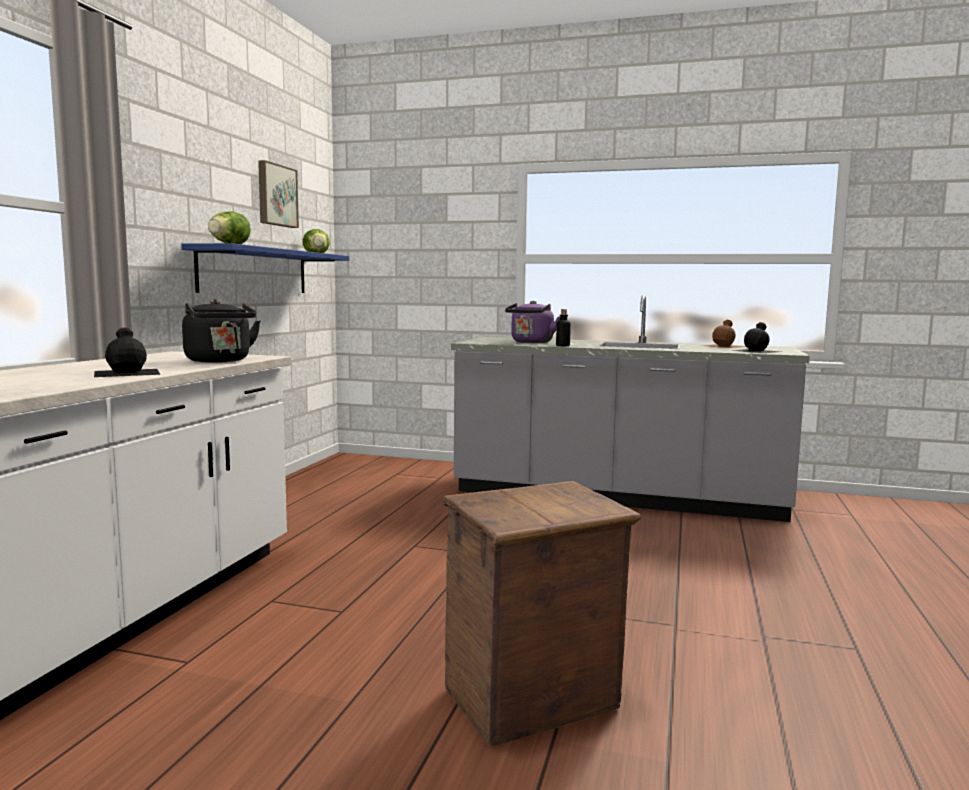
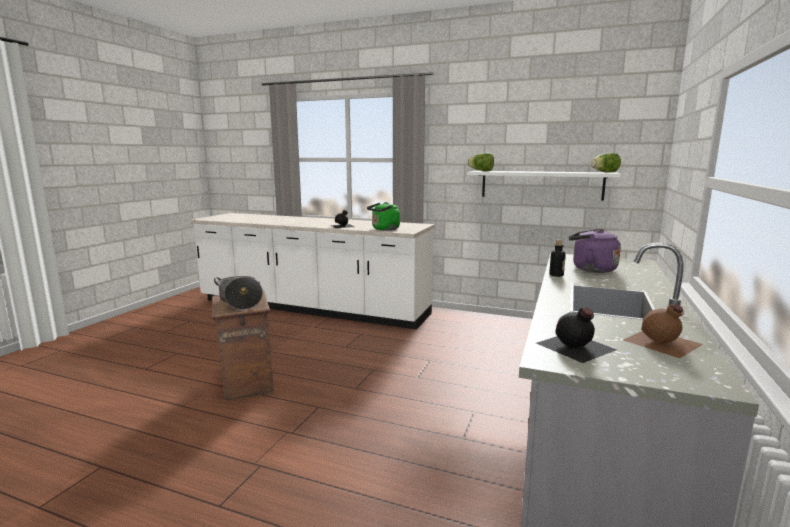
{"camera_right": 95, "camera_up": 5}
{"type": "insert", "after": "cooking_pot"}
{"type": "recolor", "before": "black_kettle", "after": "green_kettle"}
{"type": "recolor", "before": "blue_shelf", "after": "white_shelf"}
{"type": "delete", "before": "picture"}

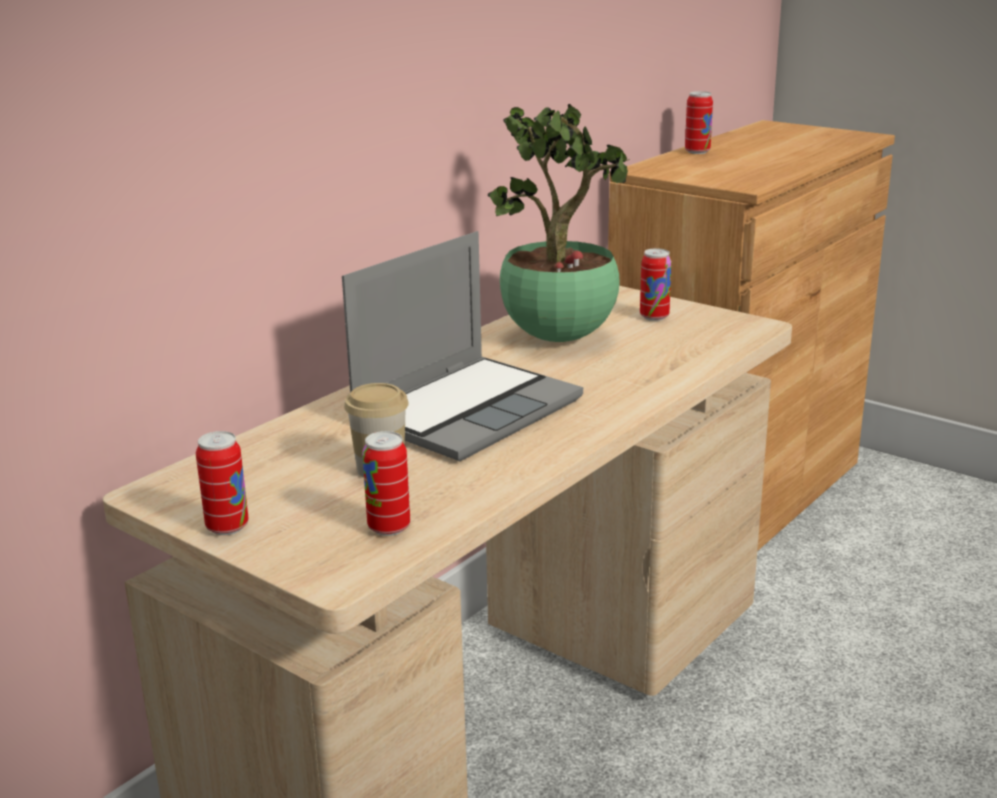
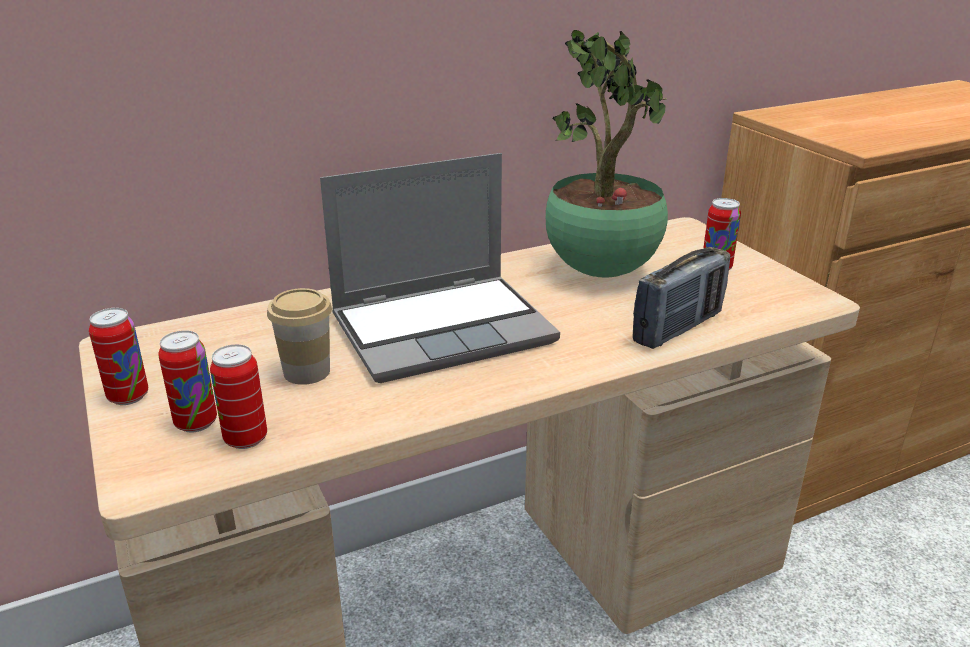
{"camera_right": 25, "camera_up": 5}
{"type": "move", "before": "can (4th from left in the first image)", "after": "can (2nd from left)"}
{"type": "insert", "after": "radio"}

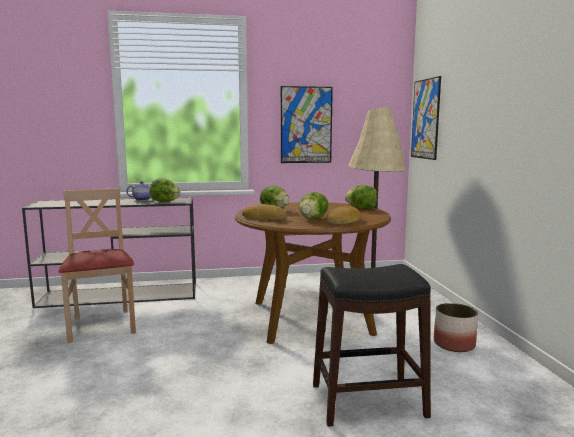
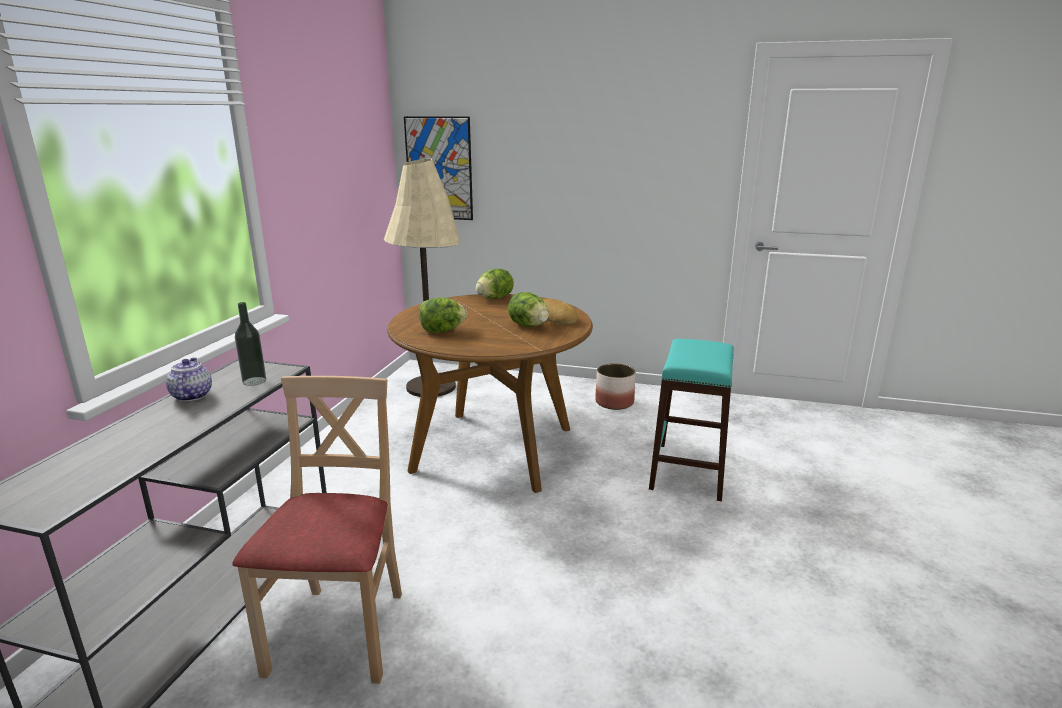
{"camera_right": -65, "camera_up": 10}
{"type": "rotate", "before": "beige_chair", "turn": 90}
{"type": "replace", "before": "lettuce (1st from left)", "after": "bottle"}
{"type": "recolor", "before": "black_stool", "after": "turquoise_stool"}
{"type": "delete", "before": "bread (1st from left)"}
{"type": "delete", "before": "picture (1st from left)"}

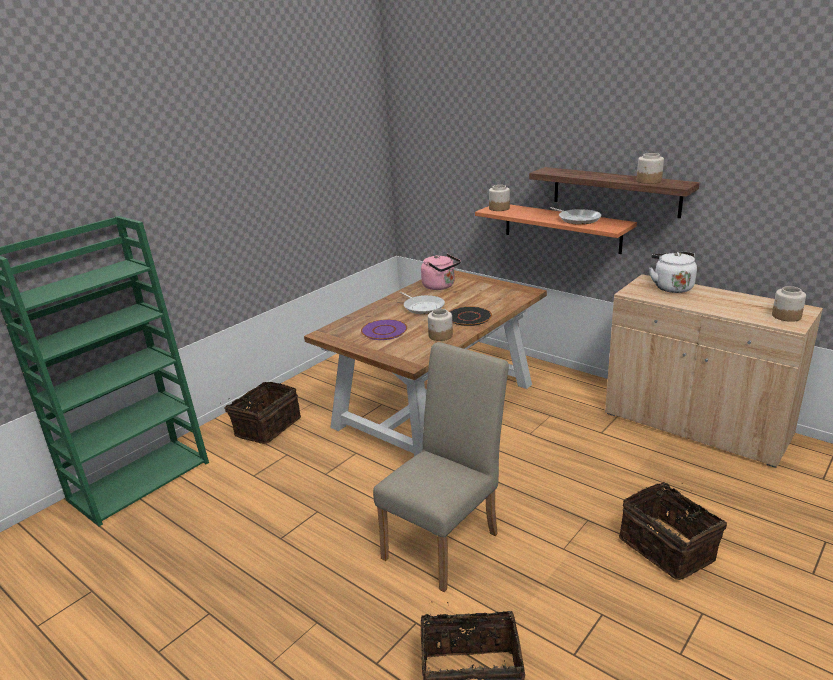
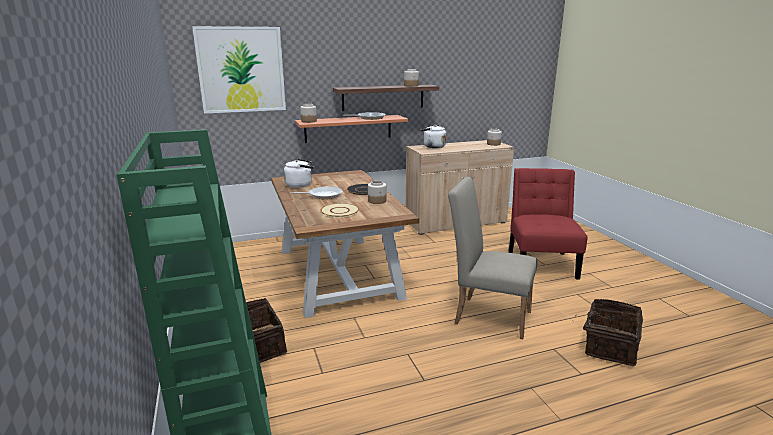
{"camera_right": -60, "camera_up": -5}
{"type": "insert", "after": "picture"}
{"type": "recolor", "before": "pink_kettle", "after": "white_kettle (1st from left)"}
{"type": "recolor", "before": "purple_plate", "after": "beige_plate"}
{"type": "rotate", "before": "beige_chair", "turn": -45}
{"type": "replace", "before": "basket (3rd from left)", "after": "red_chair"}

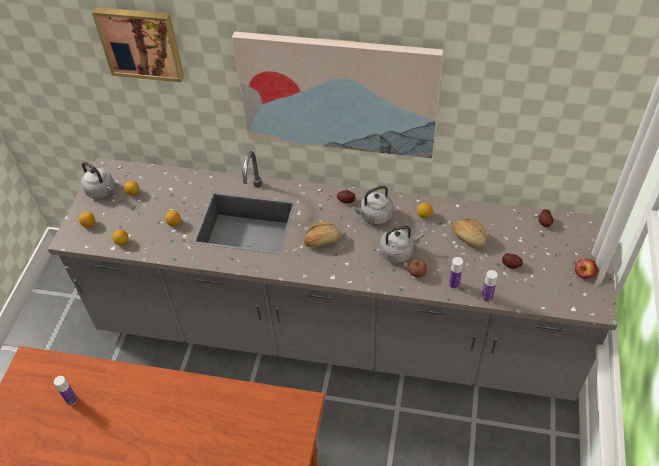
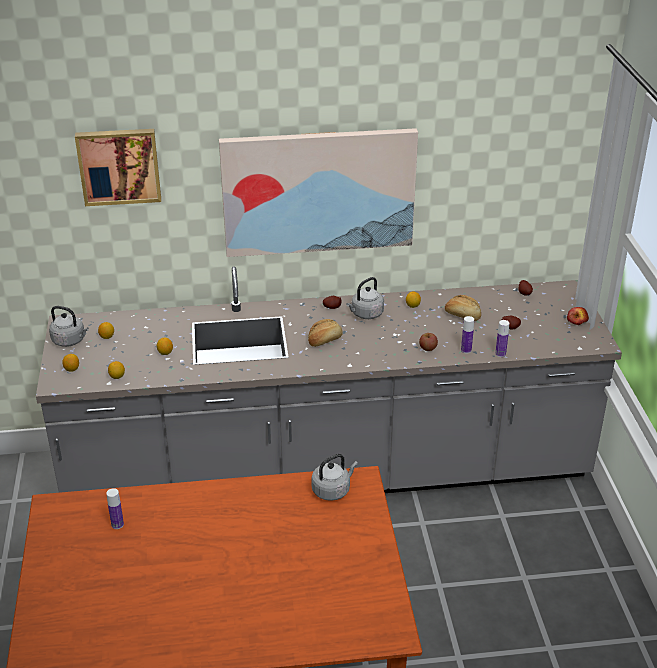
{"camera_right": -20, "camera_up": -15}
{"type": "move", "before": "grey_kettle (3rd from left in the first image)", "after": "grey_kettle (2nd from left)"}

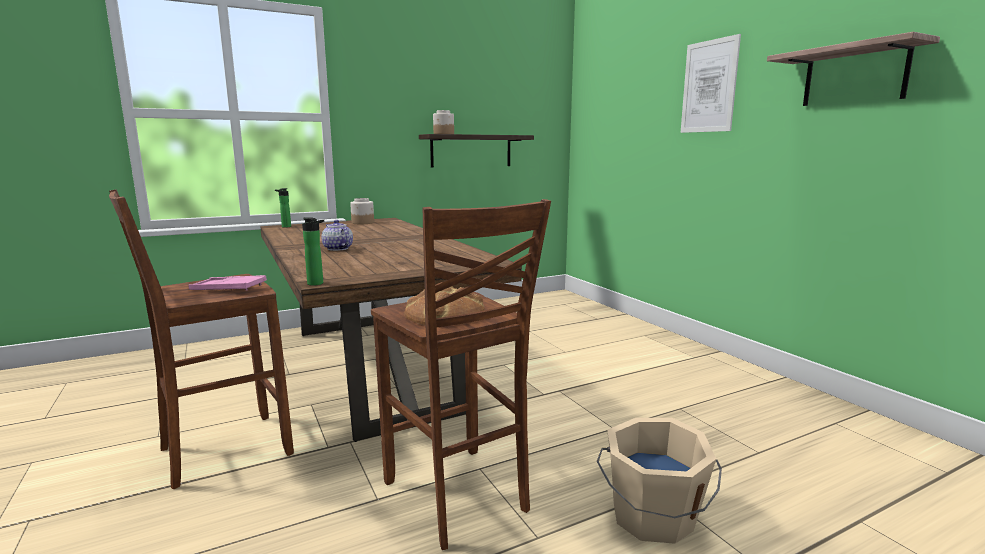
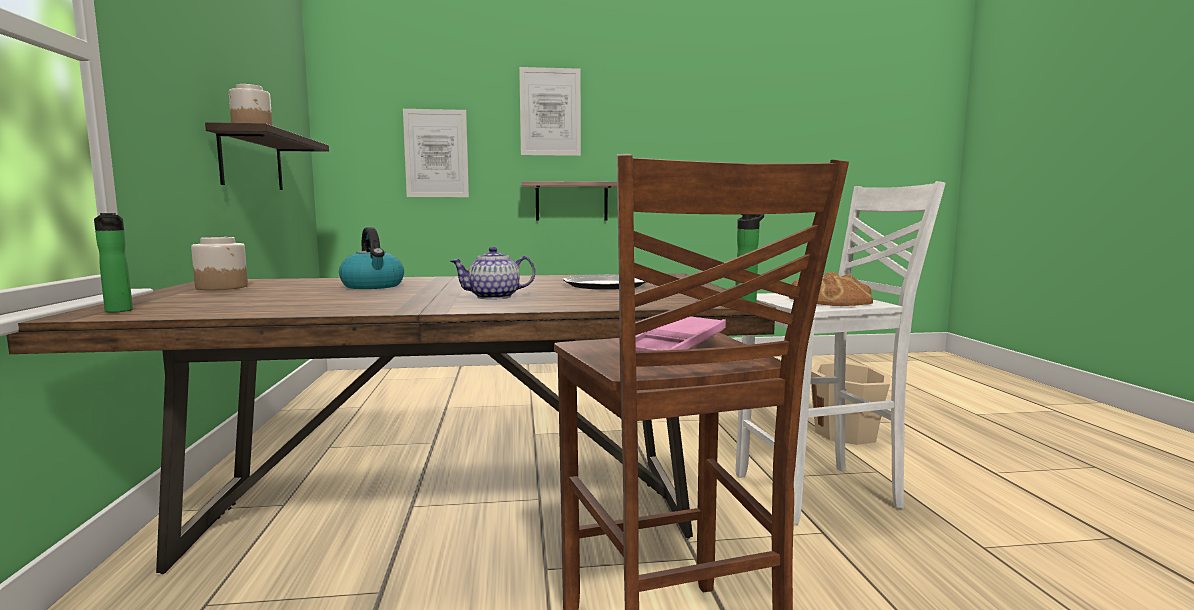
{"camera_right": -70, "camera_up": -5}
{"type": "insert", "after": "kettle"}
{"type": "insert", "after": "picture (1st from left)"}
{"type": "move", "before": "shelf (2nd from left)"}
{"type": "insert", "after": "plate"}
{"type": "recolor", "before": "brown_stool (2nd from left)", "after": "white_stool"}

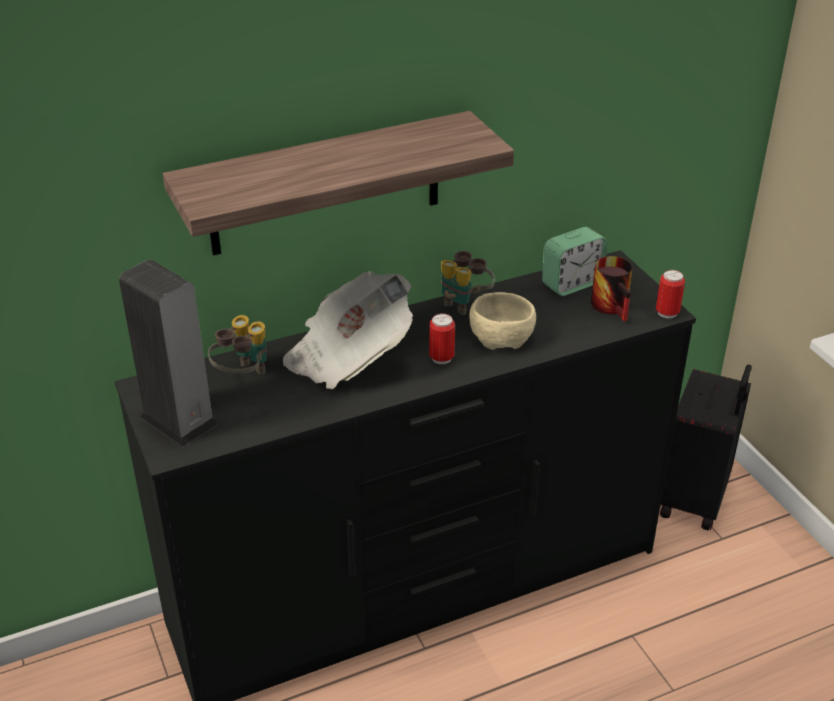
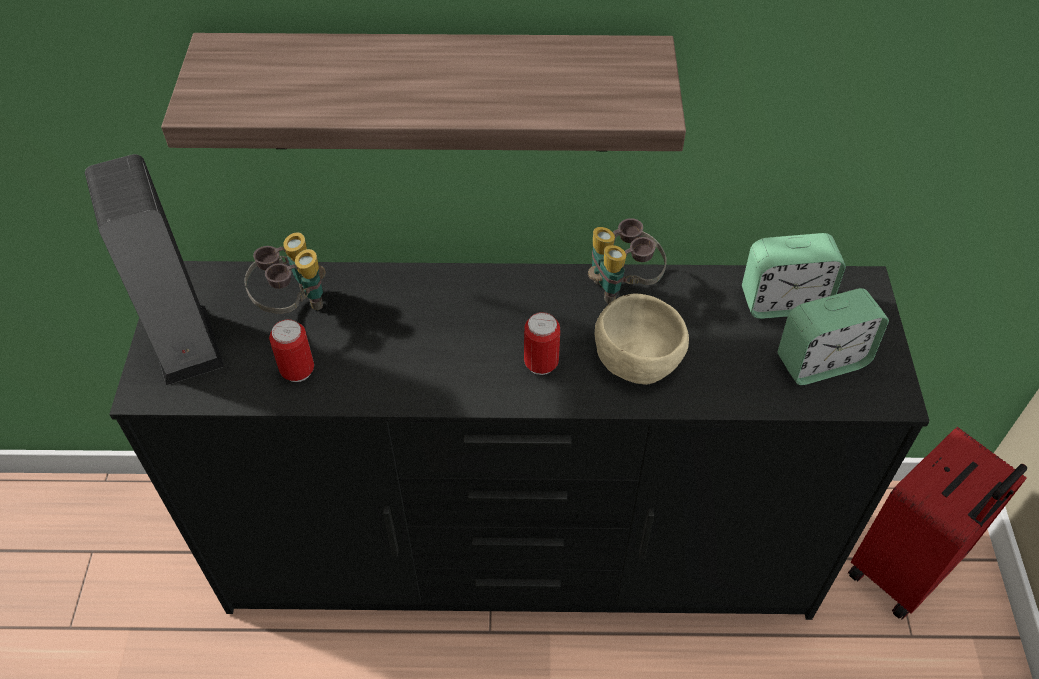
{"camera_right": 25, "camera_up": 15}
{"type": "move", "before": "can (2nd from left in the first image)", "after": "can (1st from left)"}
{"type": "replace", "before": "mug", "after": "alarm_clock (2nd from left)"}
{"type": "recolor", "before": "black_suitcase", "after": "red_suitcase"}
{"type": "delete", "before": "newspaper"}

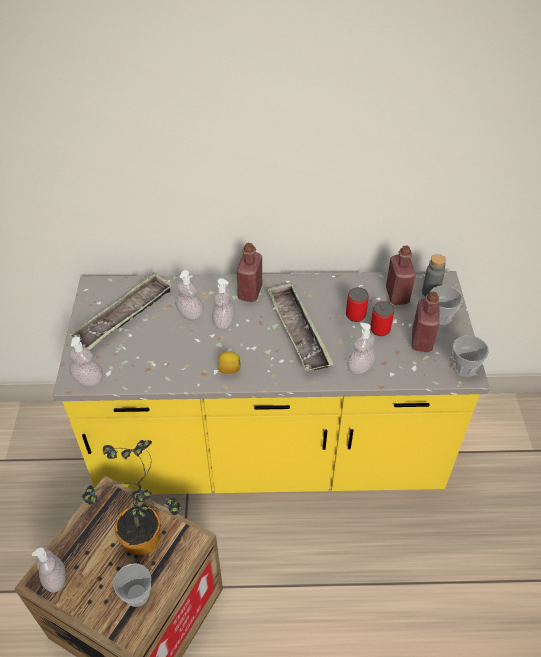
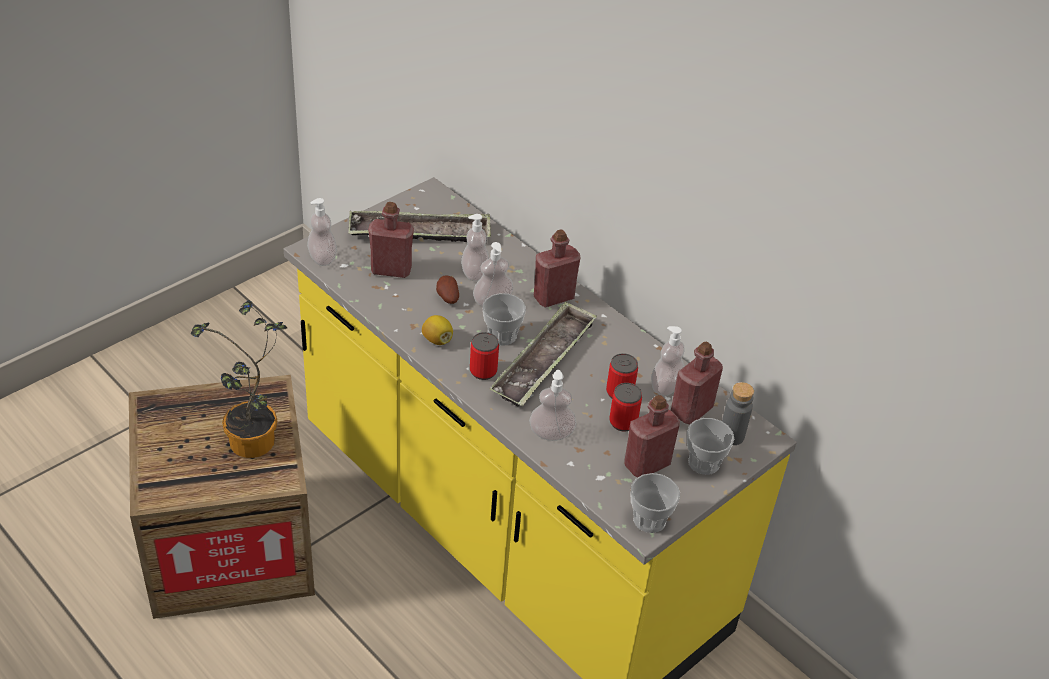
{"camera_right": 45, "camera_up": -5}
{"type": "insert", "after": "red_bottle (1st from left)"}
{"type": "insert", "after": "potato"}
{"type": "insert", "after": "can (1st from left)"}
{"type": "move", "before": "cup (1st from left)"}
{"type": "move", "before": "soap_dispenser (1st from left in the first image)", "after": "soap_dispenser (5th from left)"}

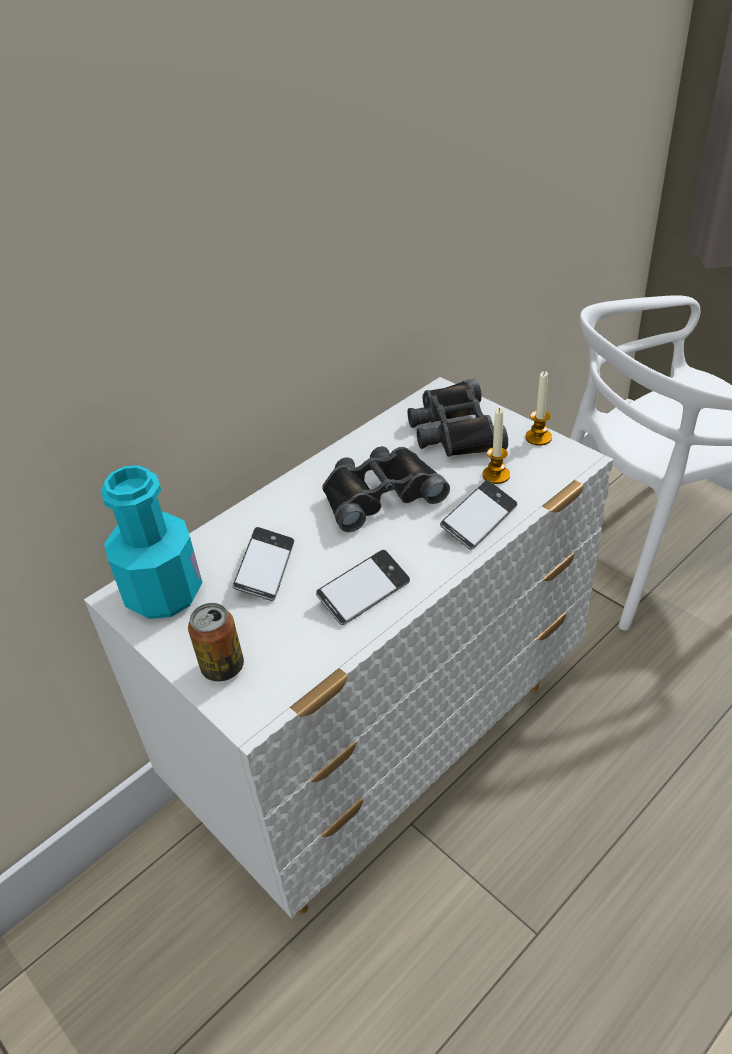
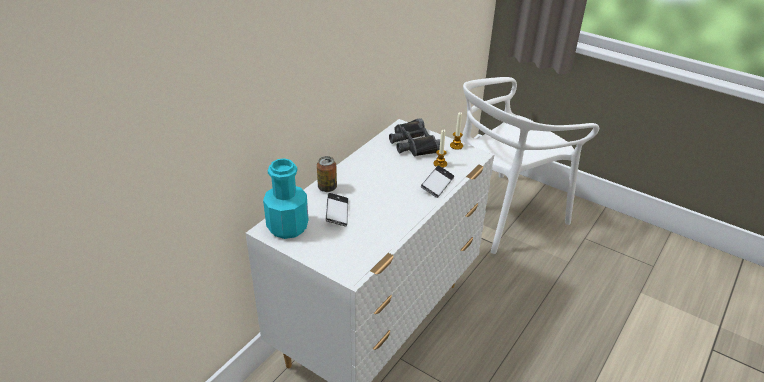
{"camera_right": -15, "camera_up": -5}
{"type": "move", "before": "can"}
{"type": "delete", "before": "phone (2nd from left)"}
{"type": "delete", "before": "black_binoculars (1st from left)"}

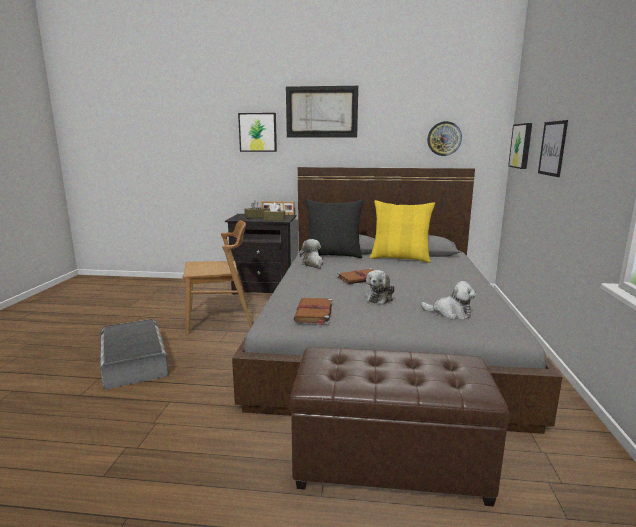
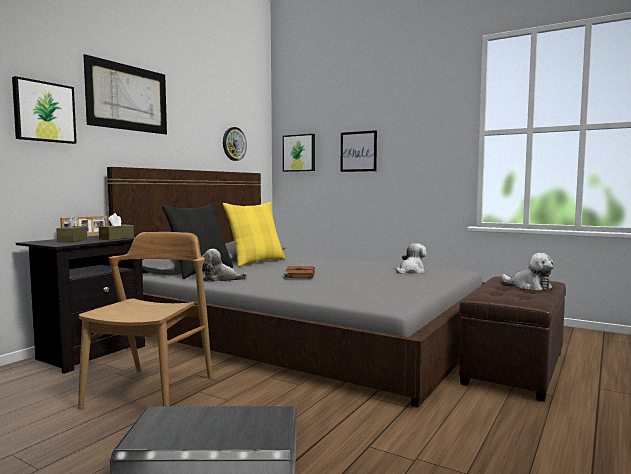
{"camera_right": -65, "camera_up": -10}
{"type": "move", "before": "plush_toy (2nd from left in the first image)", "after": "plush_toy (3rd from left)"}
{"type": "delete", "before": "brown_book (1st from left)"}

